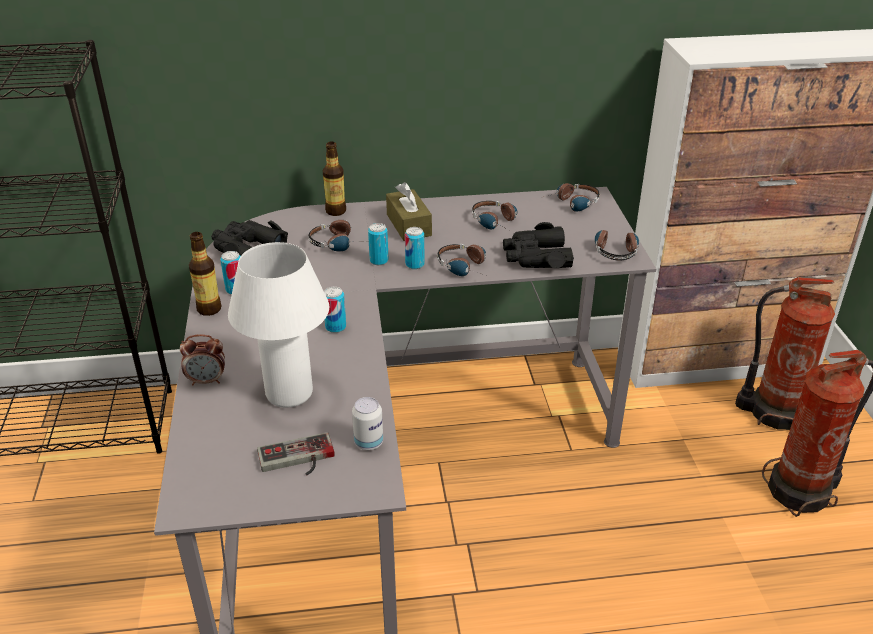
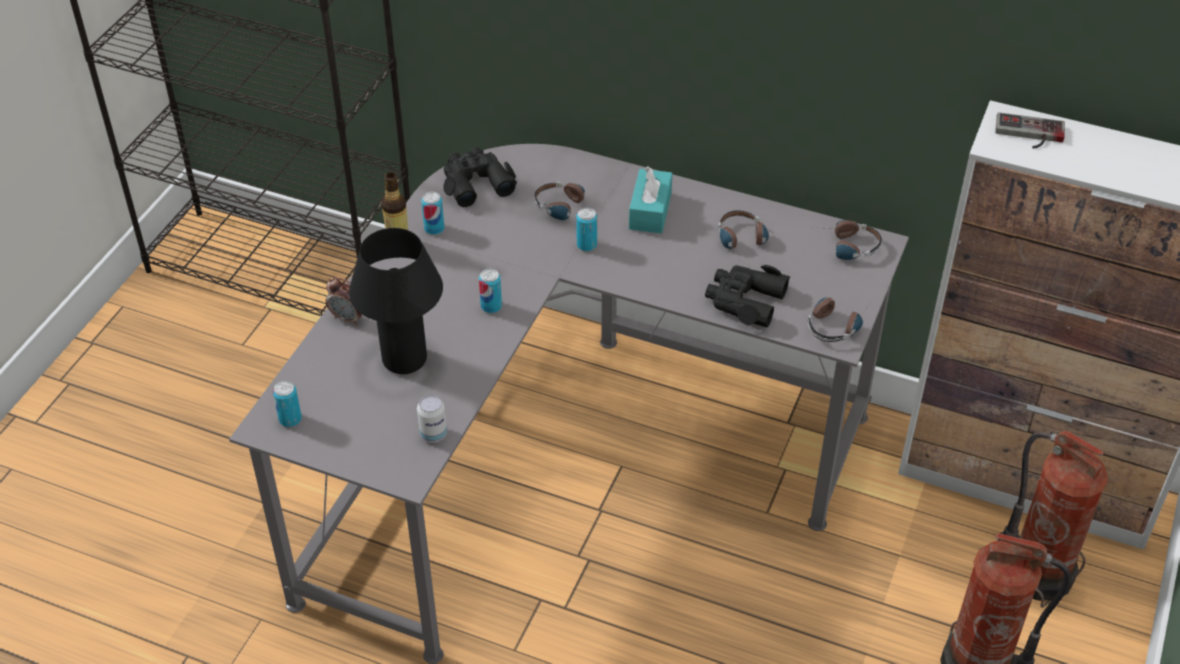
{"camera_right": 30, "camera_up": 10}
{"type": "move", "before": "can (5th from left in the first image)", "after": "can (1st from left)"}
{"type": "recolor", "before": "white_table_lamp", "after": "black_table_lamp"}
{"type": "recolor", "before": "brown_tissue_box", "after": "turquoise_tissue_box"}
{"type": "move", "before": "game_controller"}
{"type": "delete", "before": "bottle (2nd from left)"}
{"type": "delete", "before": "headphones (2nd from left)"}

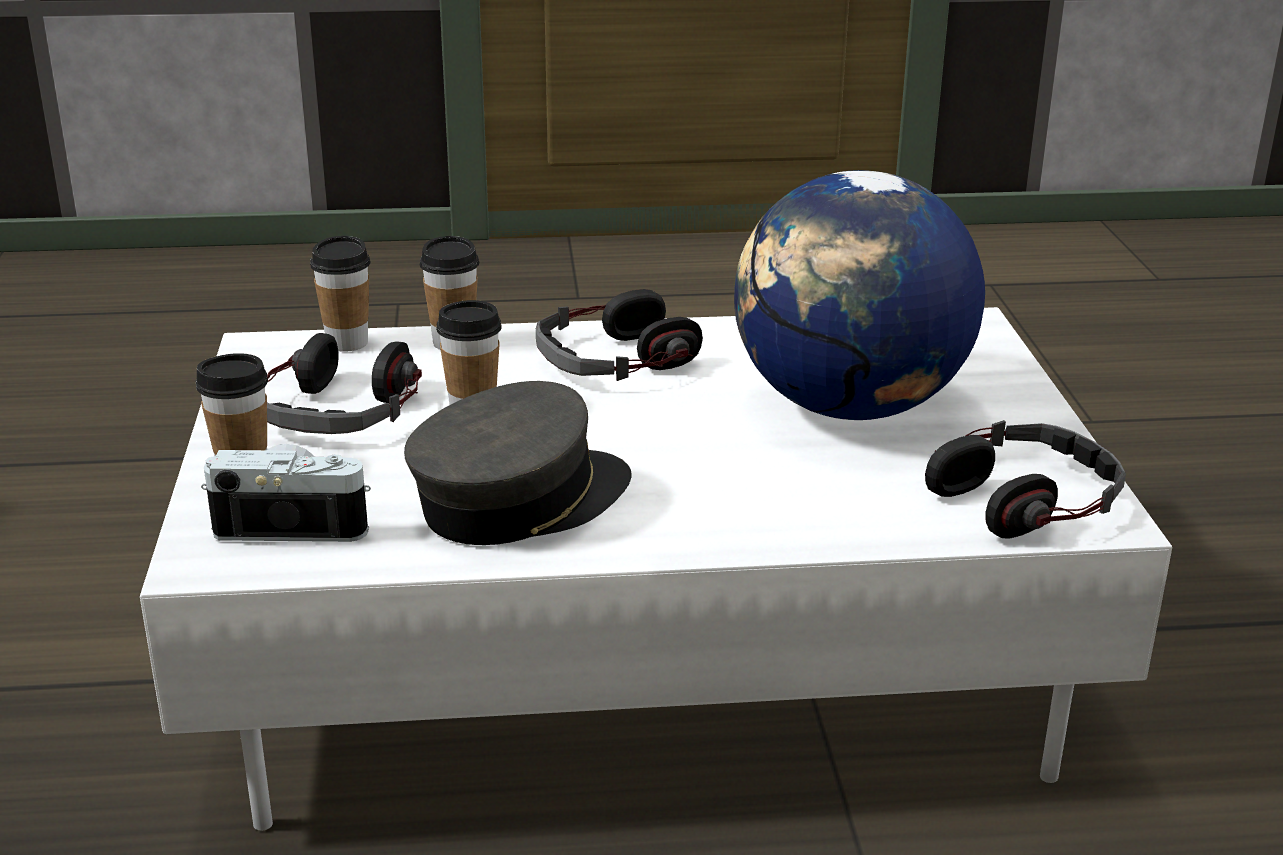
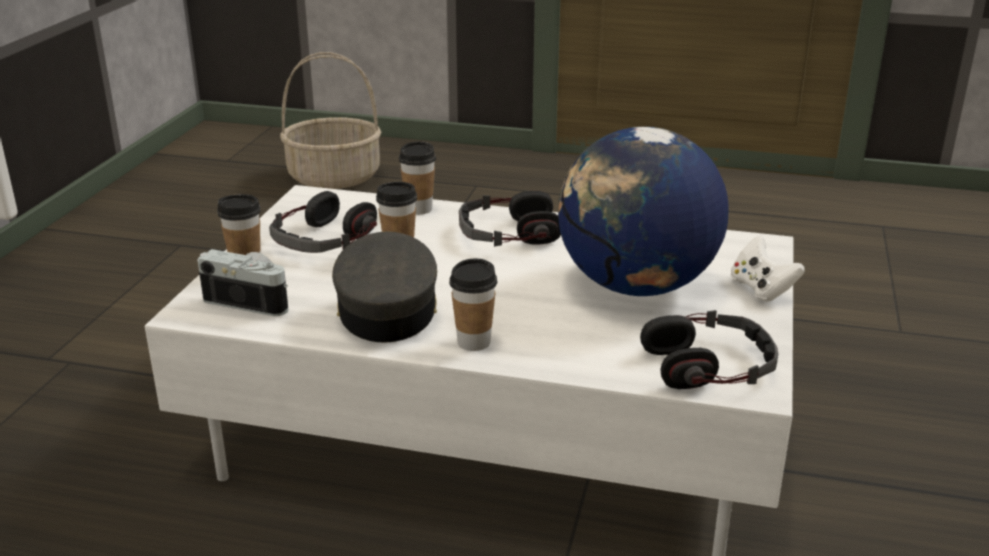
{"camera_right": 20, "camera_up": 0}
{"type": "insert", "after": "basket"}
{"type": "rotate", "before": "grey_cap", "turn": -75}
{"type": "move", "before": "cup (2nd from left in the first image)", "after": "cup (4th from left)"}
{"type": "insert", "after": "white_game_controller"}

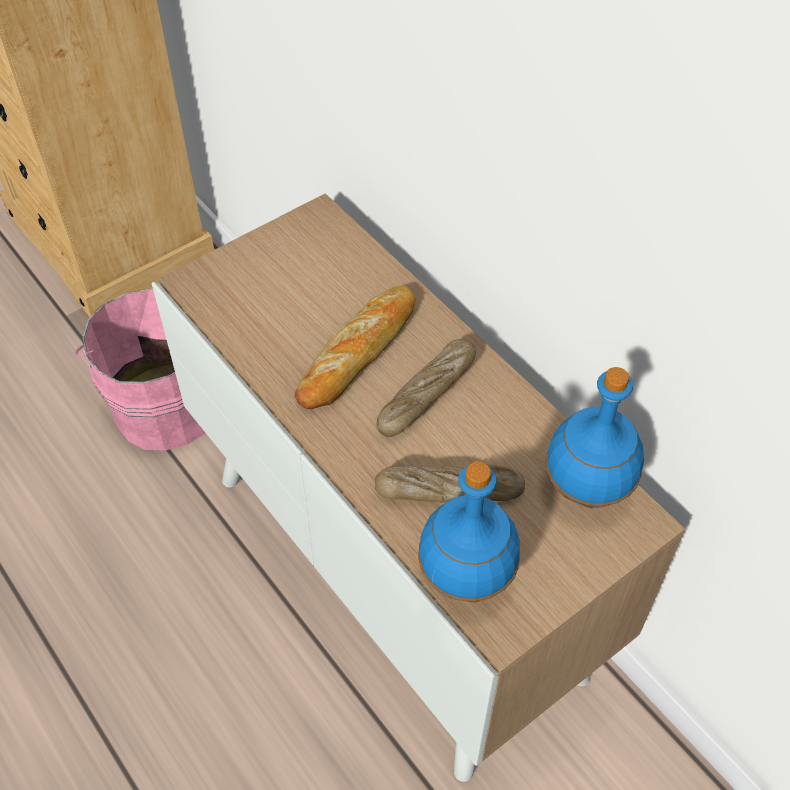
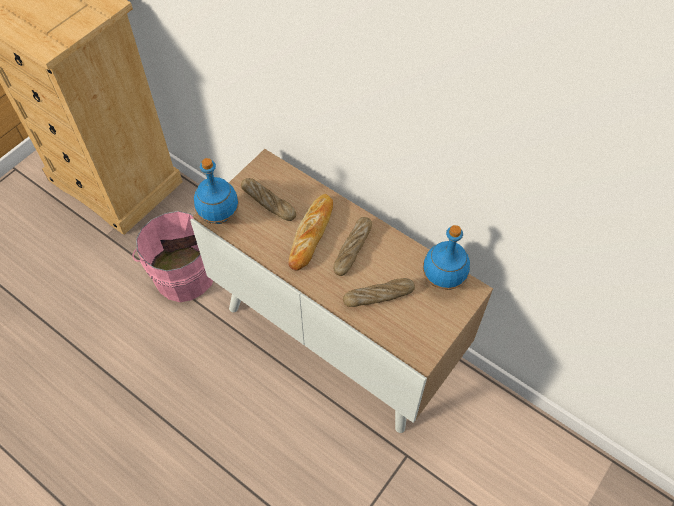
{"camera_right": -15, "camera_up": 5}
{"type": "move", "before": "blue_bottle (1st from left)"}
{"type": "insert", "after": "bread (1st from left)"}

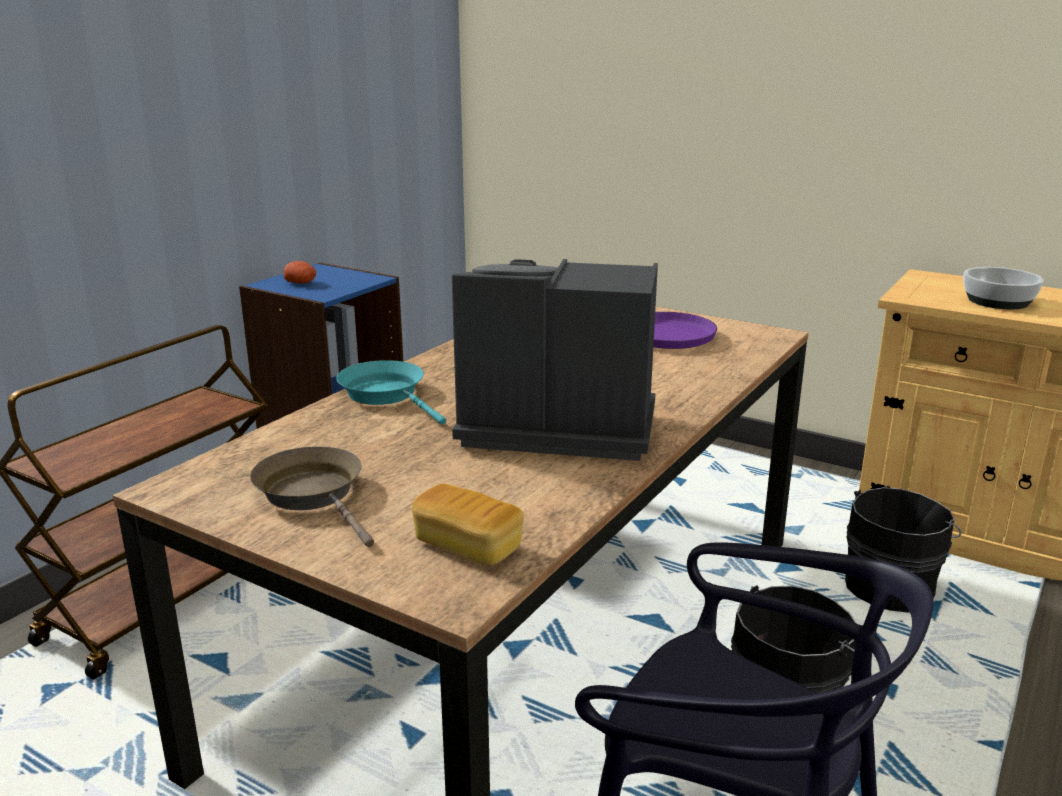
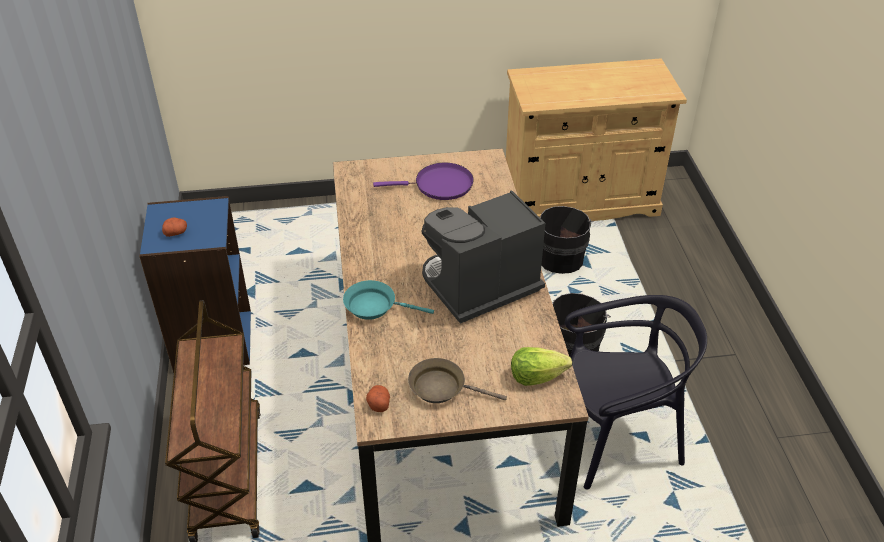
{"camera_right": -40, "camera_up": 20}
{"type": "insert", "after": "potato (2nd from left)"}
{"type": "replace", "before": "bread", "after": "lettuce"}
{"type": "delete", "before": "bowl"}

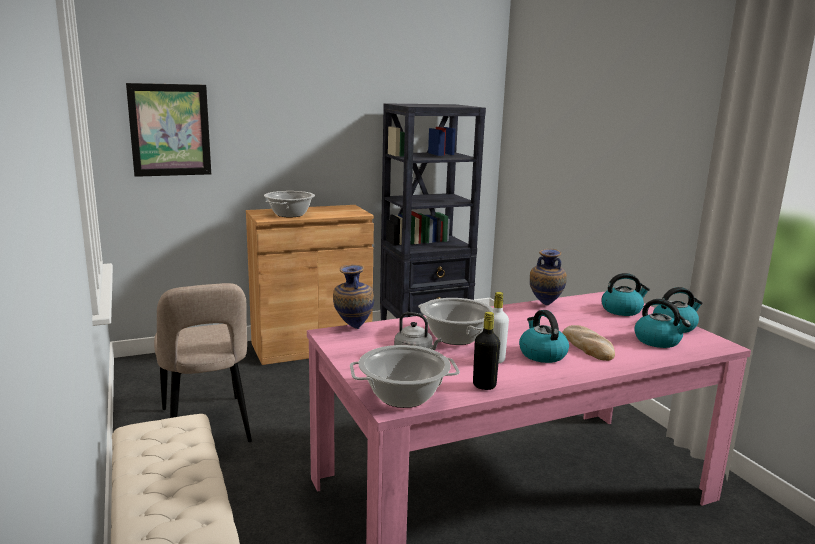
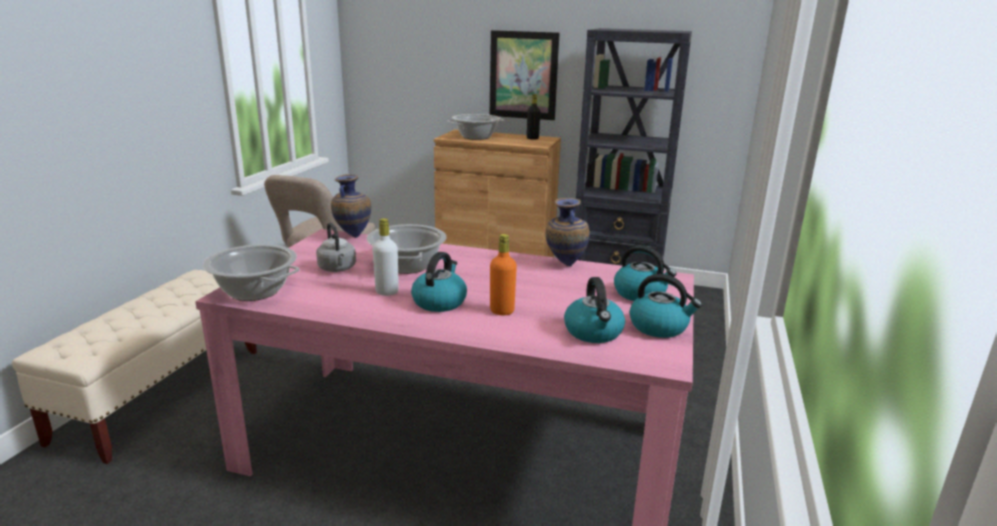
{"camera_right": 40, "camera_up": 5}
{"type": "move", "before": "picture"}
{"type": "replace", "before": "bread", "after": "orange_bottle"}
{"type": "move", "before": "black_bottle"}

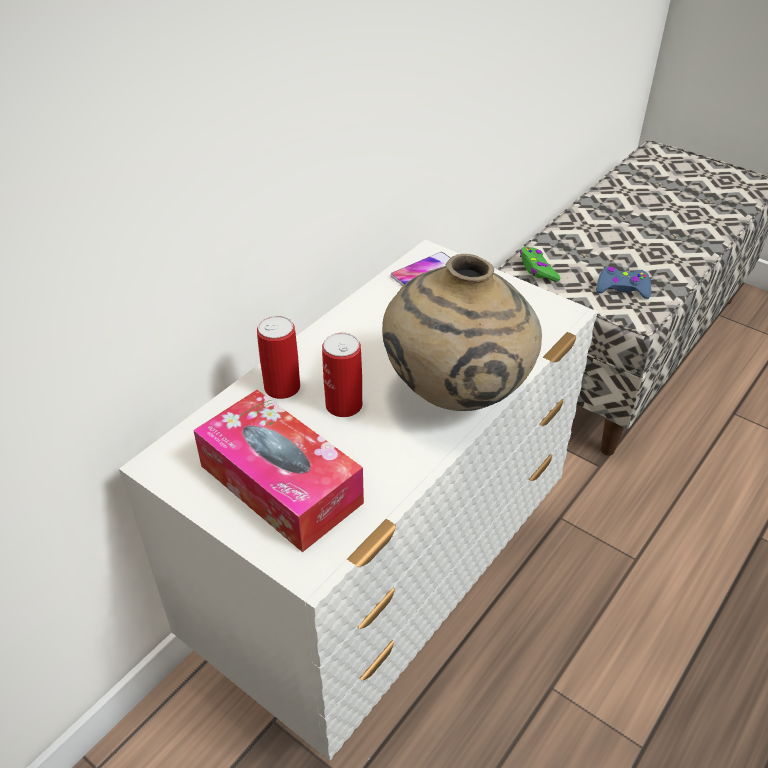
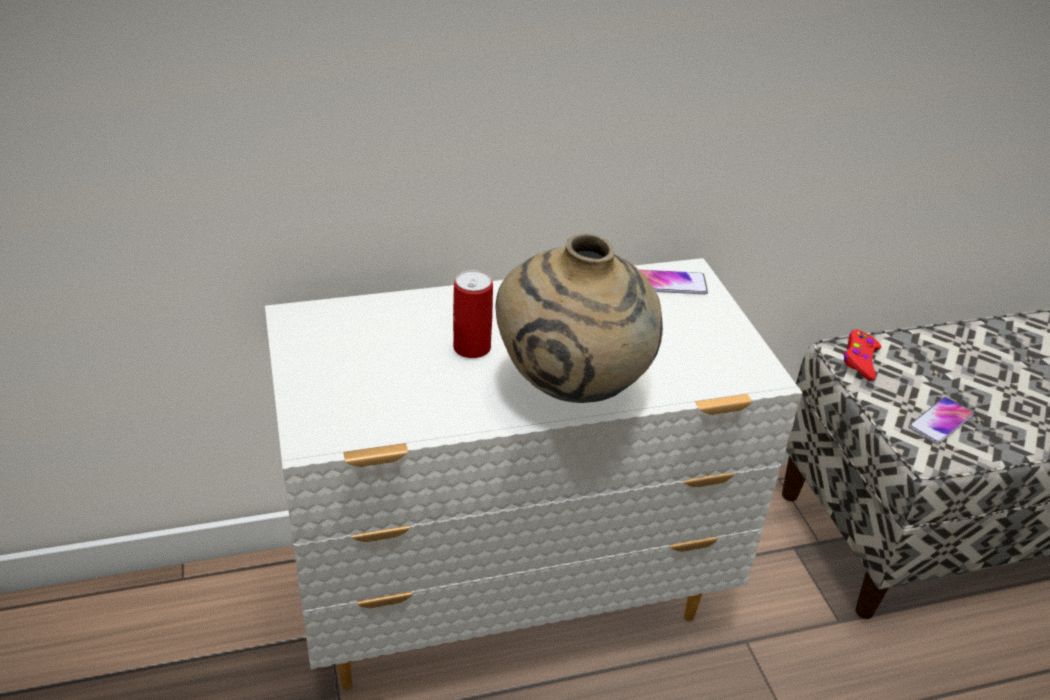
{"camera_right": 35, "camera_up": -5}
{"type": "recolor", "before": "green_game_controller", "after": "red_game_controller"}
{"type": "replace", "before": "blue_game_controller", "after": "phone (2nd from left)"}
{"type": "delete", "before": "tissue_box"}
{"type": "delete", "before": "can (1st from left)"}

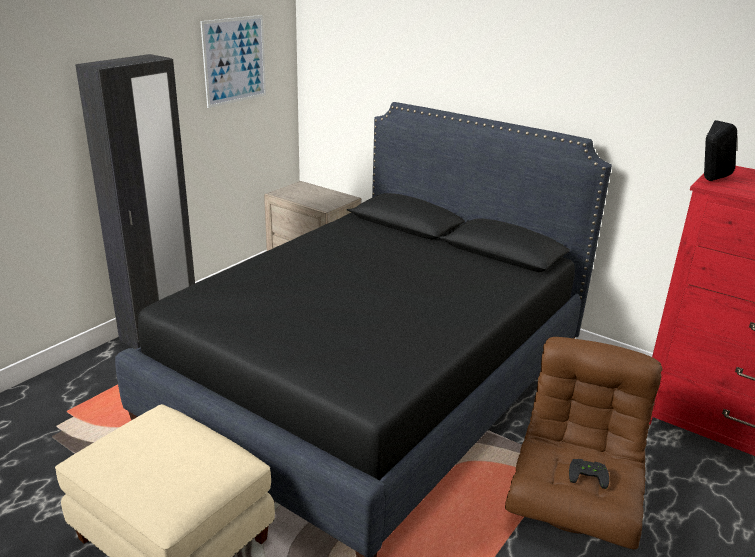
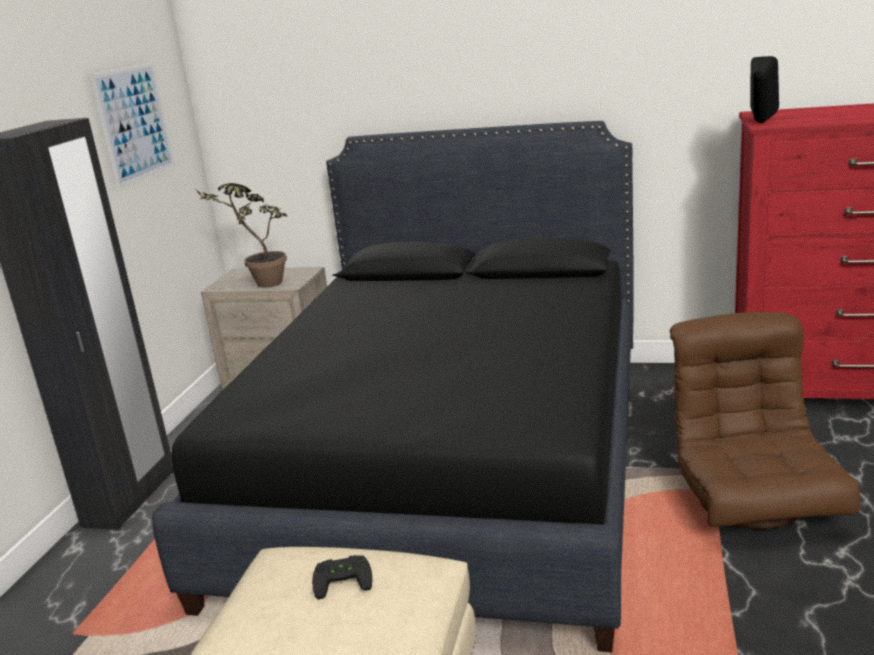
{"camera_right": -20, "camera_up": -5}
{"type": "insert", "after": "potted_plant"}
{"type": "move", "before": "black_game_controller"}

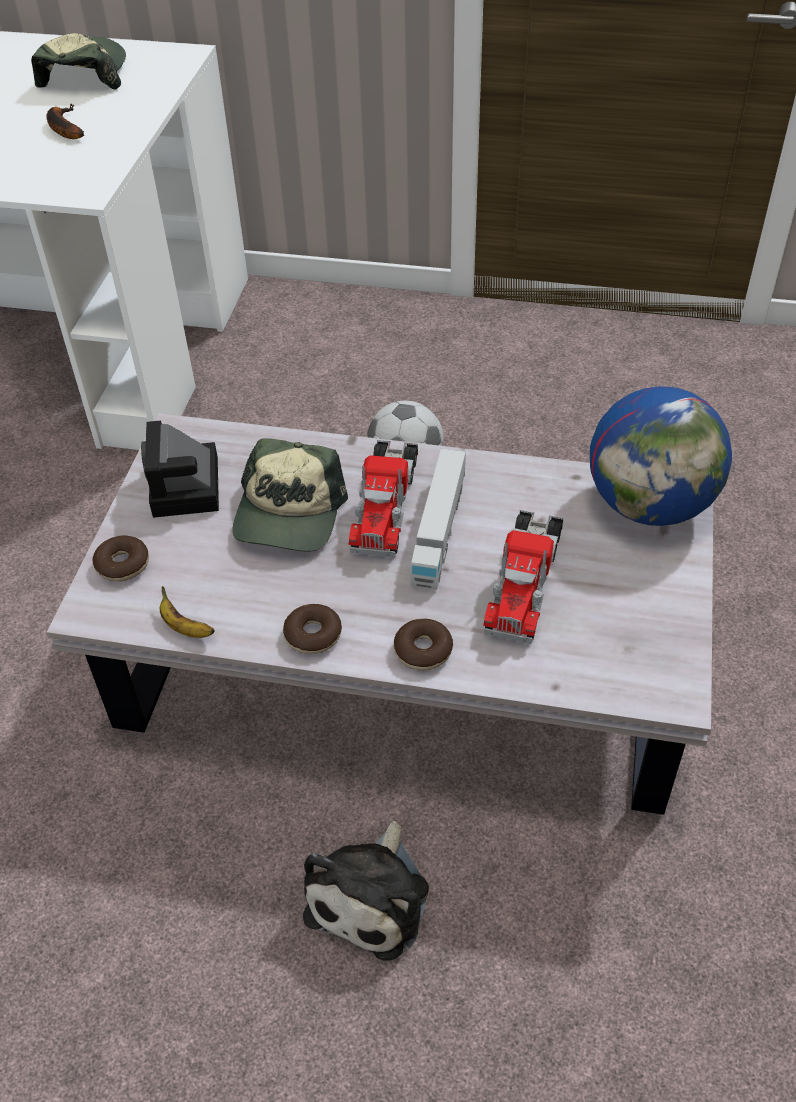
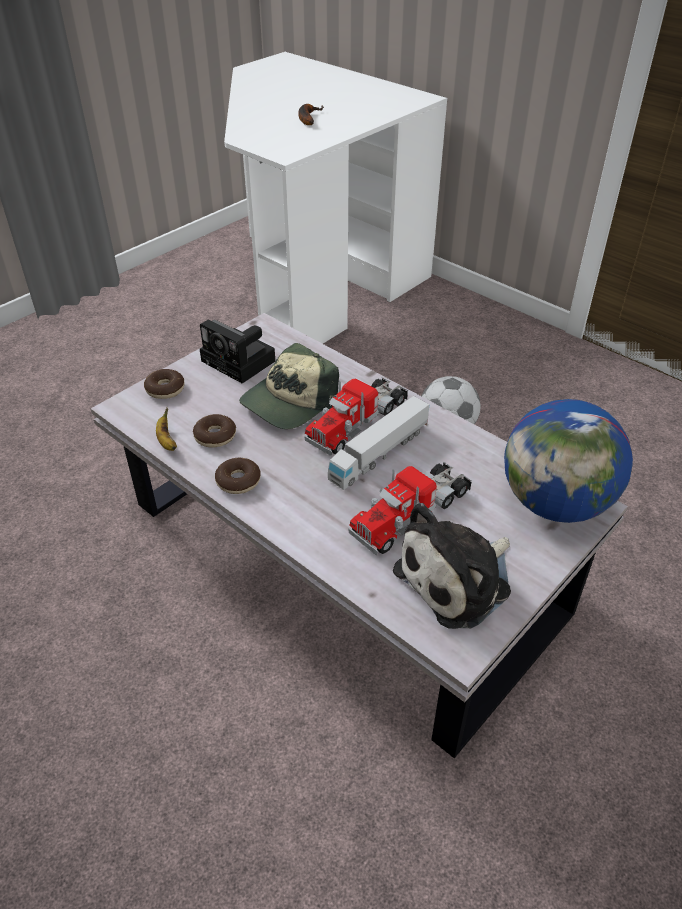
{"camera_right": 30, "camera_up": -5}
{"type": "move", "before": "donut (3rd from left in the first image)", "after": "donut (2nd from left)"}
{"type": "rotate", "before": "photo_camera", "turn": -75}
{"type": "move", "before": "plush_toy"}
{"type": "delete", "before": "cap (1st from left)"}

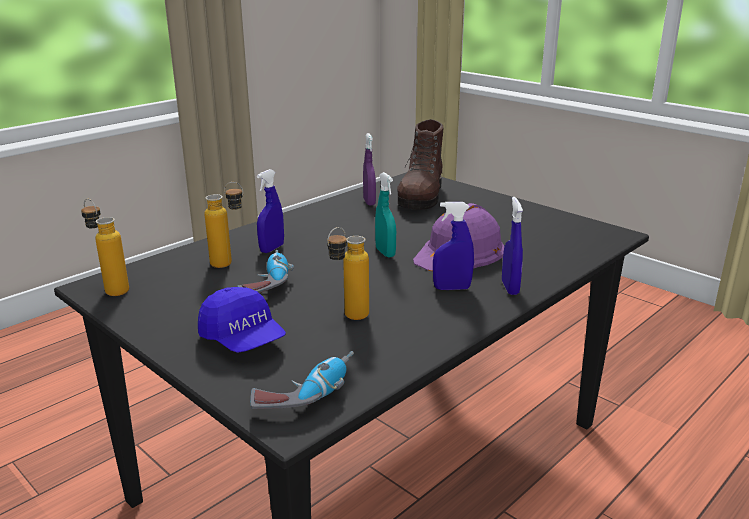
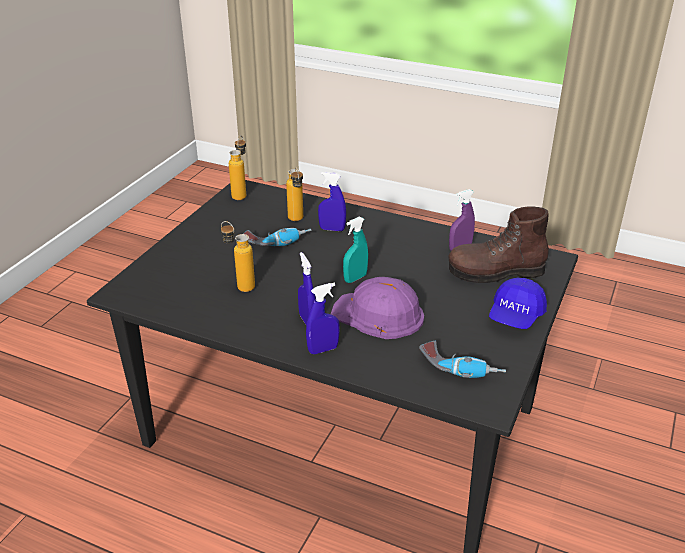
{"camera_right": 70, "camera_up": 10}
{"type": "move", "before": "power_drill (2nd from left)"}
{"type": "move", "before": "blue_cap"}

